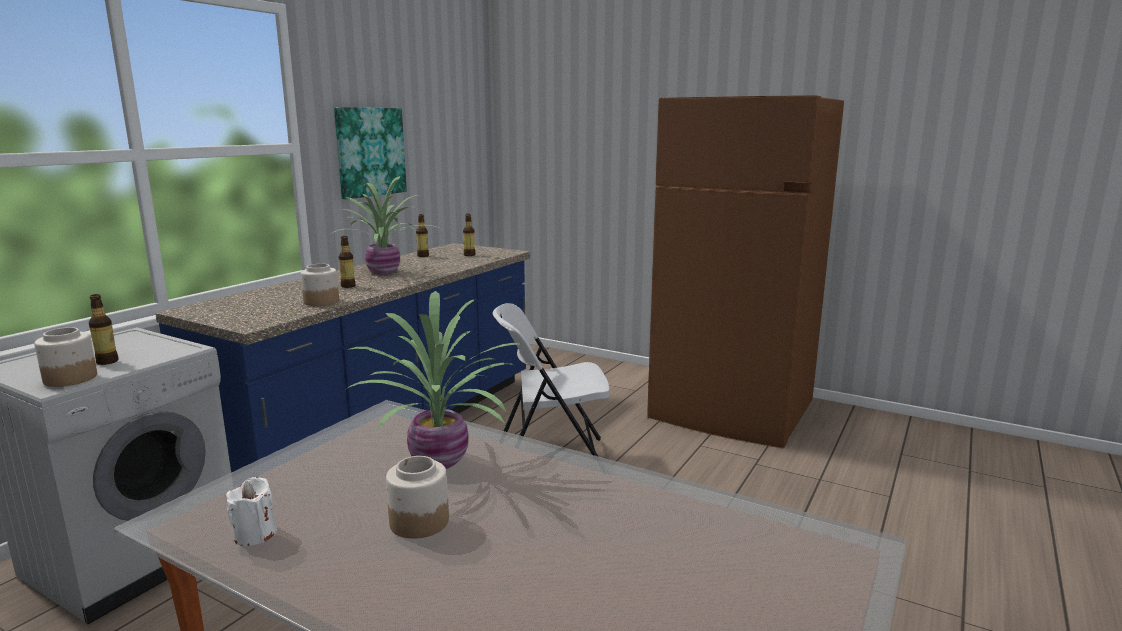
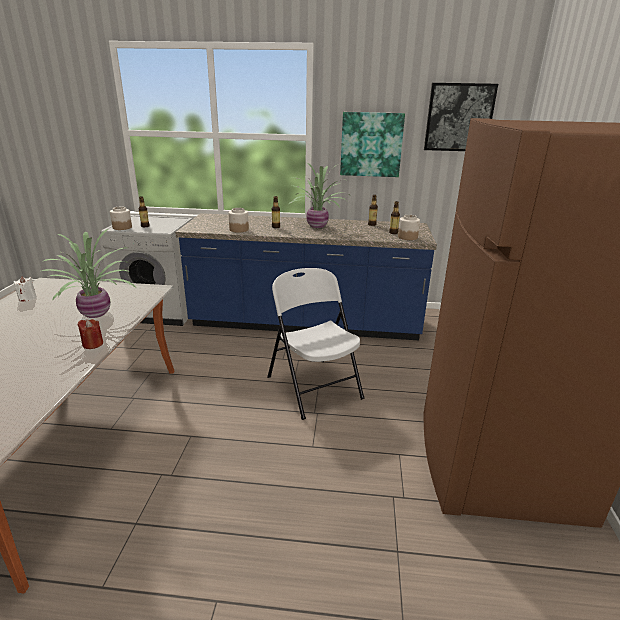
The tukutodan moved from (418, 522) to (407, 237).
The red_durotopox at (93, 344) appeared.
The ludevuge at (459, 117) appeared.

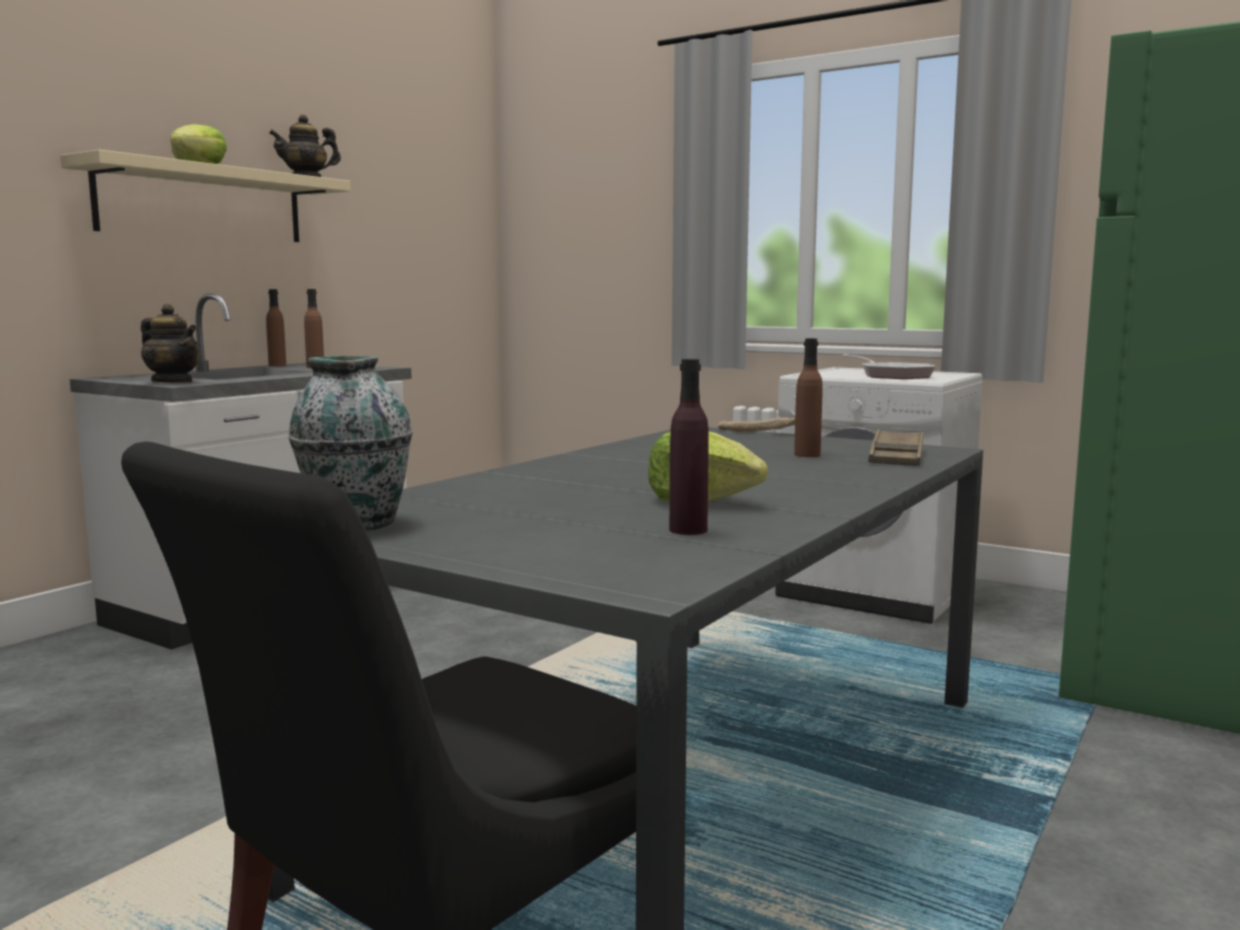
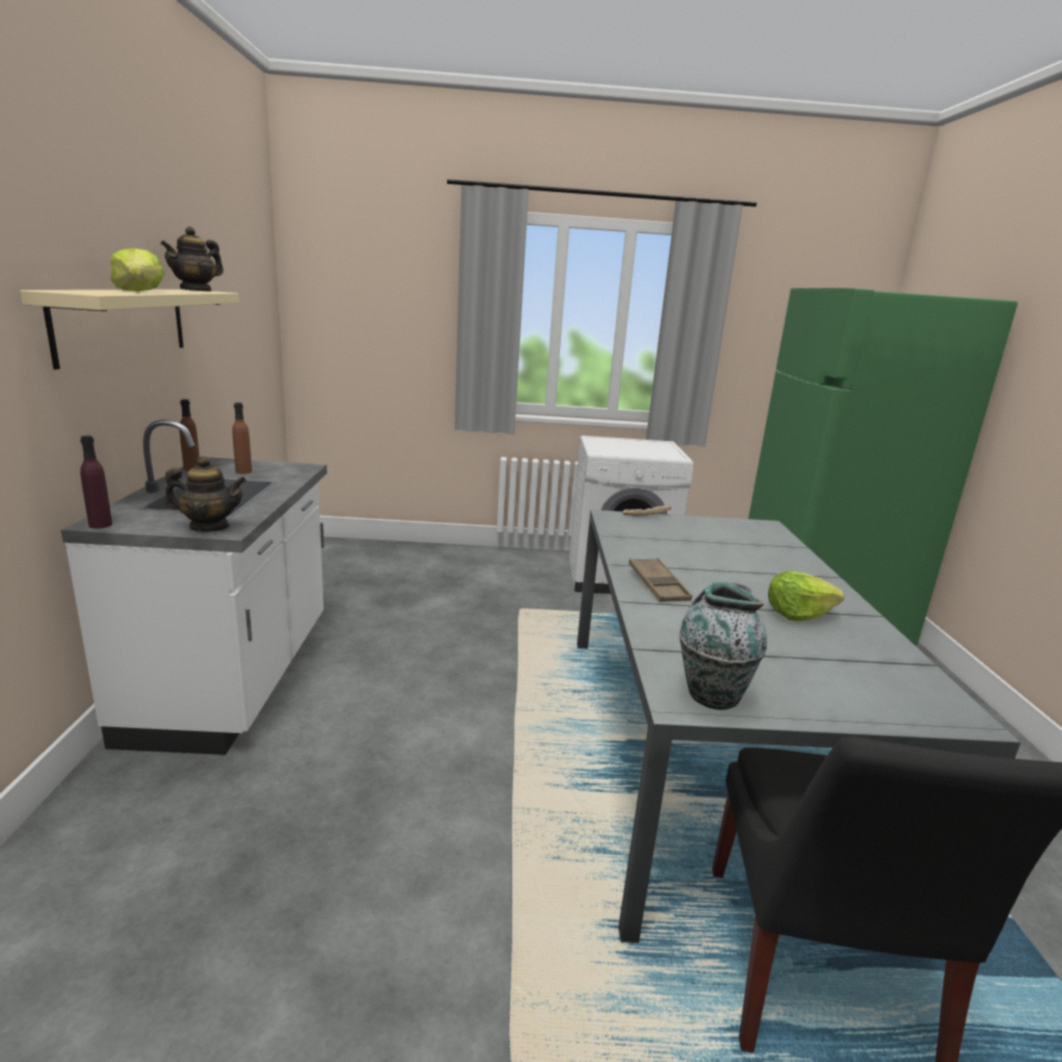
The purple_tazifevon moved from (688, 530) to (100, 525).
The brown_tazifevon at (807, 455) disappeared.
The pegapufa at (892, 376) disappeared.
The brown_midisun moved from (896, 457) to (658, 585).

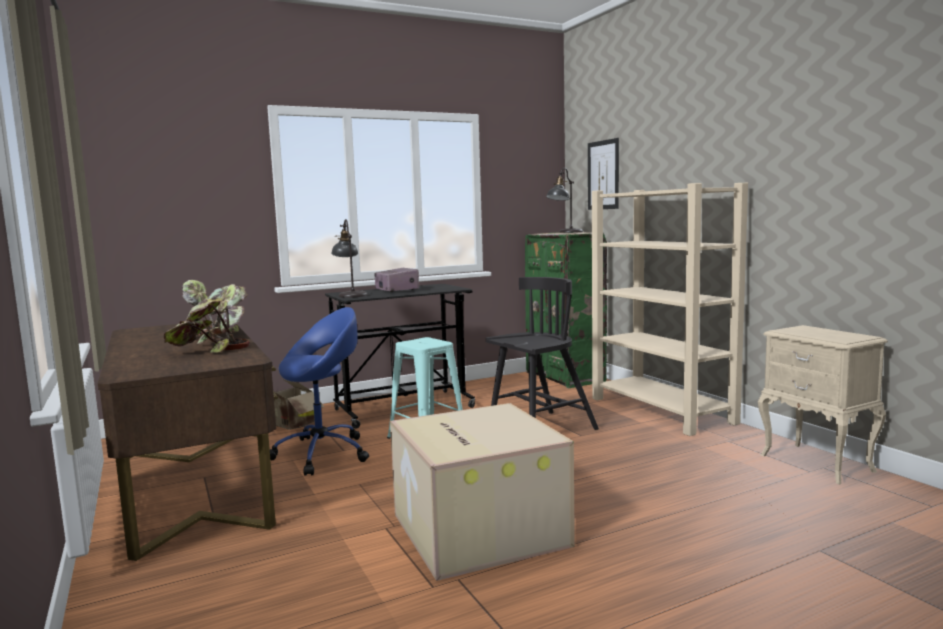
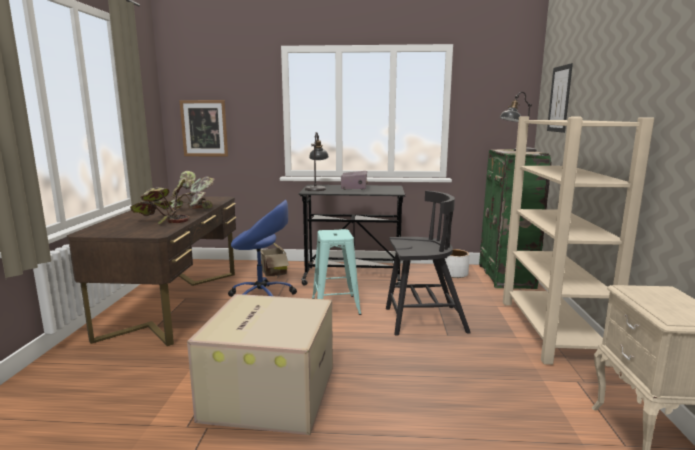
The ludevuge at (204, 128) appeared.
The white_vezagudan at (455, 274) appeared.

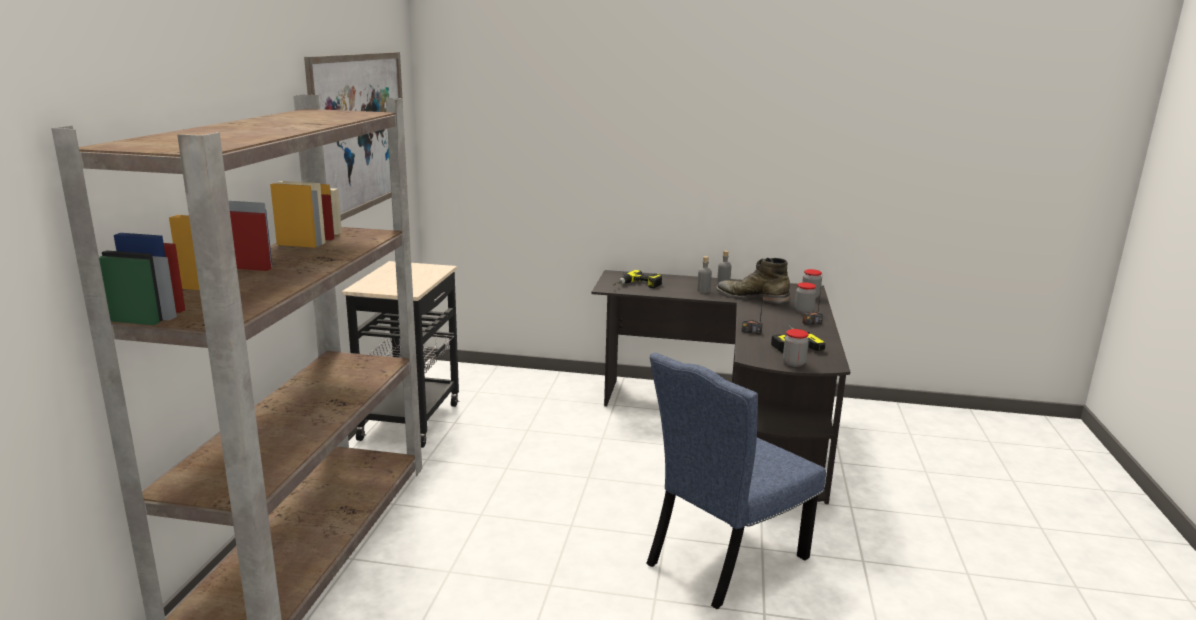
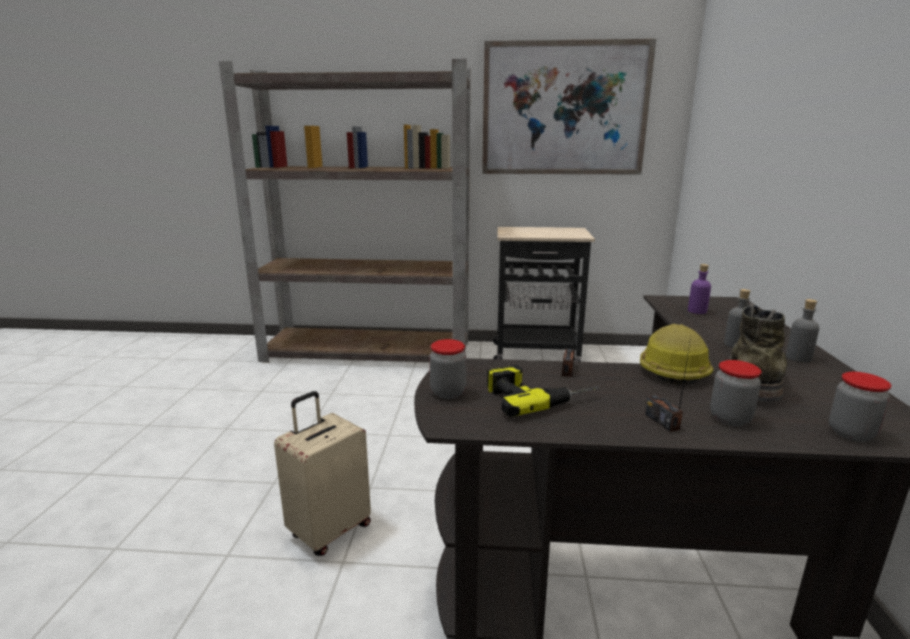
The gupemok at (637, 286) was replaced by the purple_tazifevon at (697, 311).
The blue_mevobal at (726, 557) was replaced by the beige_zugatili at (329, 530).
The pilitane at (672, 369) appeared.

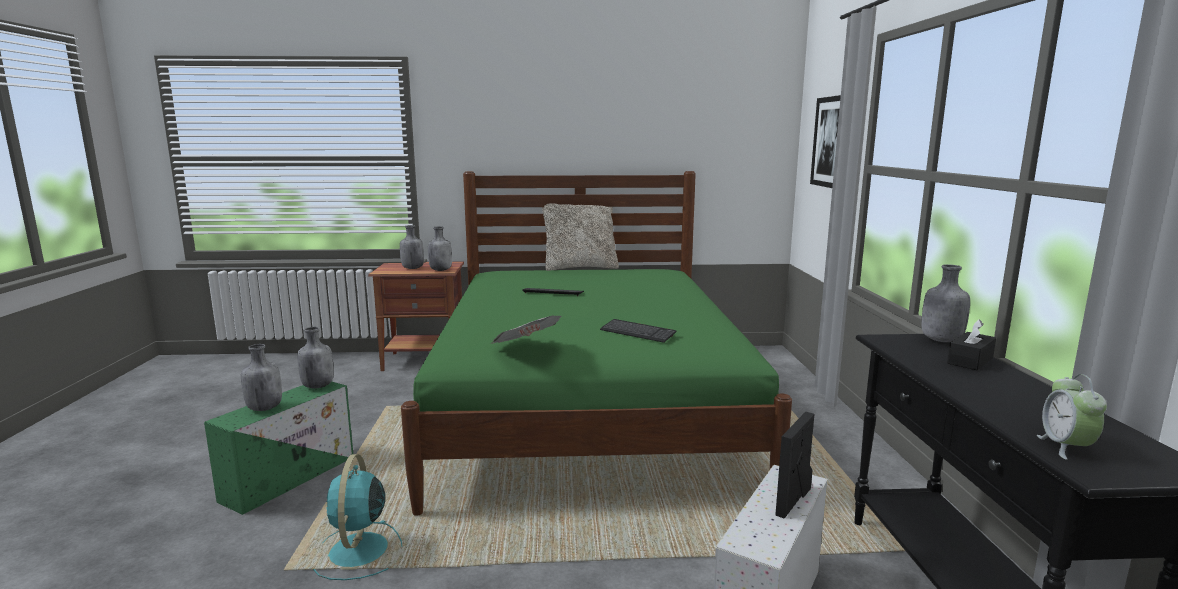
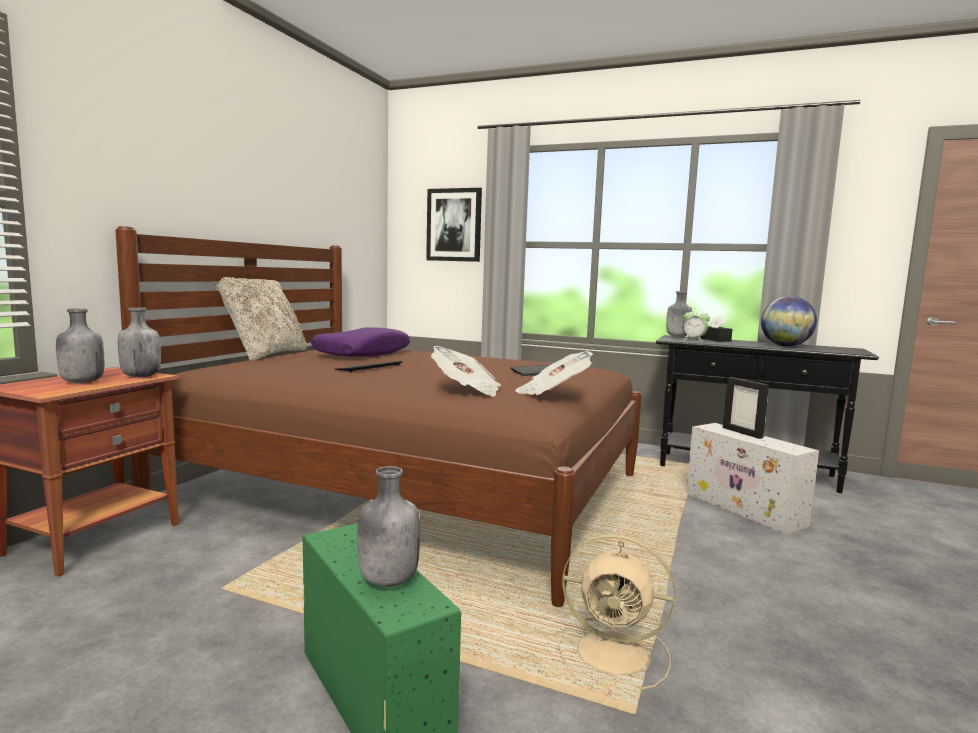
The grey_tazifevon at (318, 386) disappeared.
The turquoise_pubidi at (358, 552) became the beige_pubidi at (616, 654).
The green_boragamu at (587, 409) became the brown_boragamu at (409, 489).
The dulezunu moved from (1066, 447) to (694, 340).
The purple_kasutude at (362, 354) appeared.
The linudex at (466, 390) appeared.
The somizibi at (785, 346) appeared.

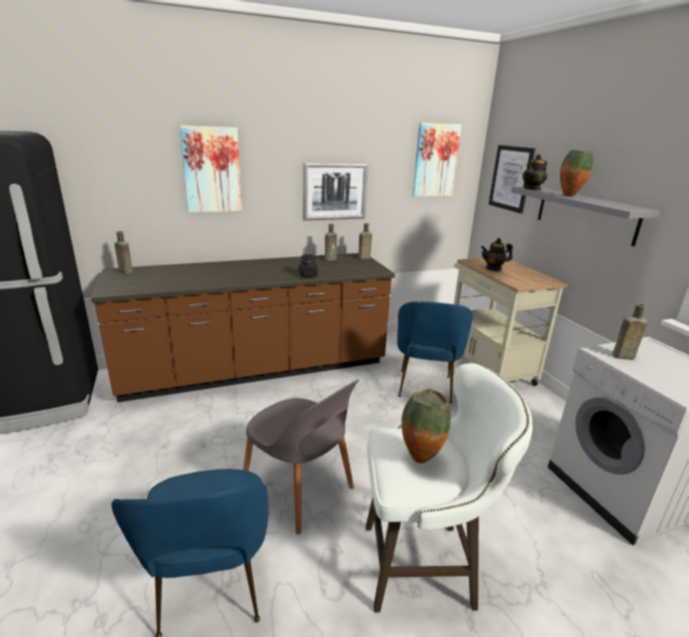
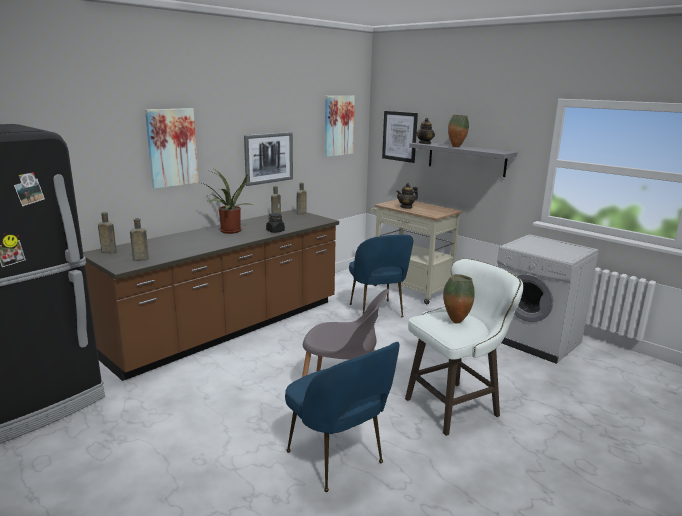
The brown_tazifevon moved from (621, 356) to (139, 259).
The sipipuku at (229, 231) appeared.

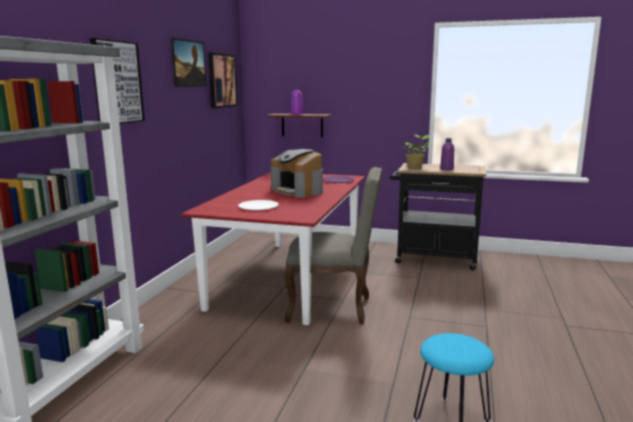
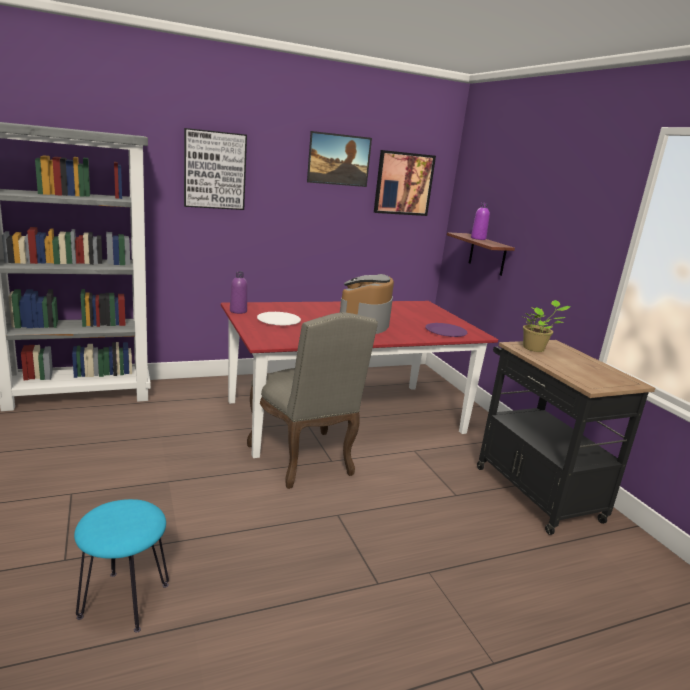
The purple_tazifevon moved from (446, 169) to (238, 311).

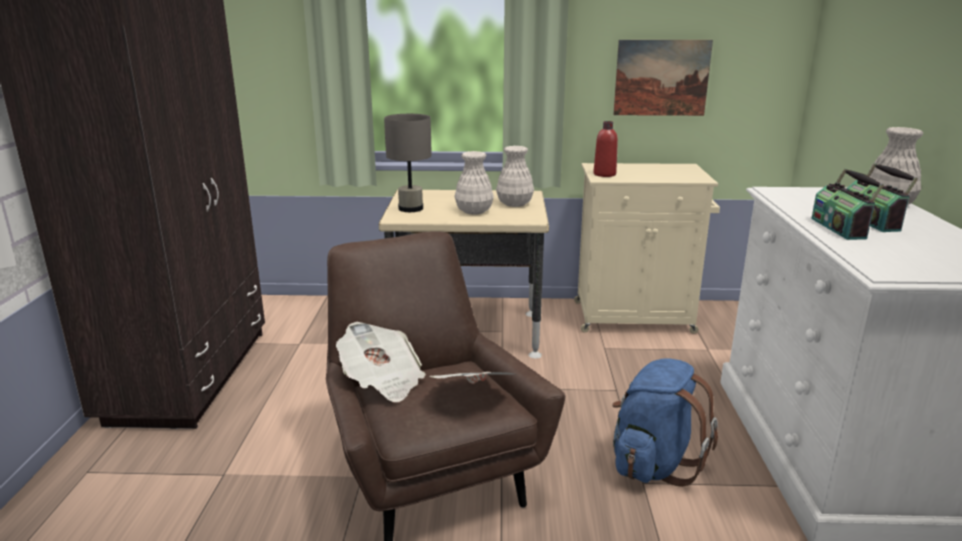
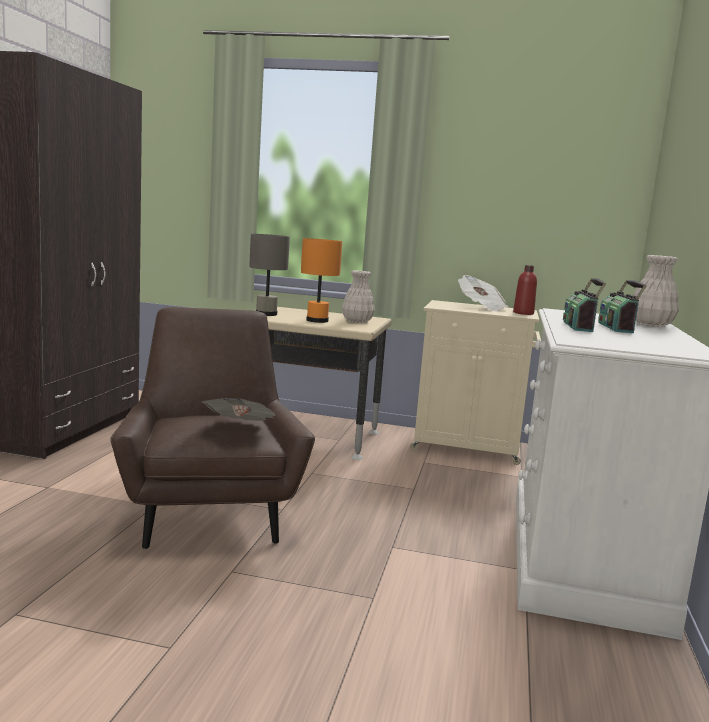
The linudex moved from (382, 381) to (481, 308).
The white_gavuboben at (474, 211) was replaced by the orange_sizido at (317, 320).
The red_tazifevon moved from (604, 174) to (523, 313).
The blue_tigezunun at (653, 463) disappeared.
The ludevuge at (661, 78) disappeared.

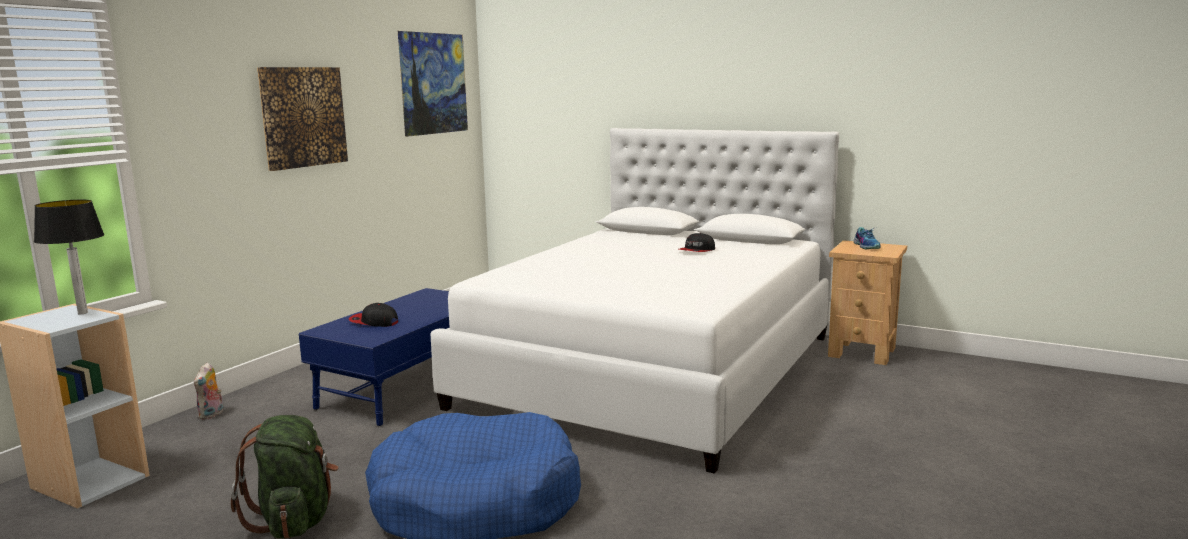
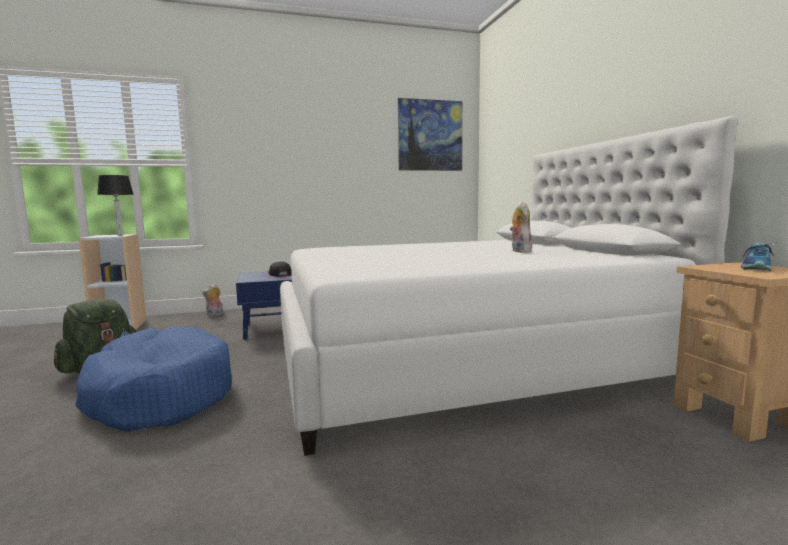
The ludevuge at (303, 117) disappeared.
The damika at (697, 251) was replaced by the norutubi at (519, 251).

